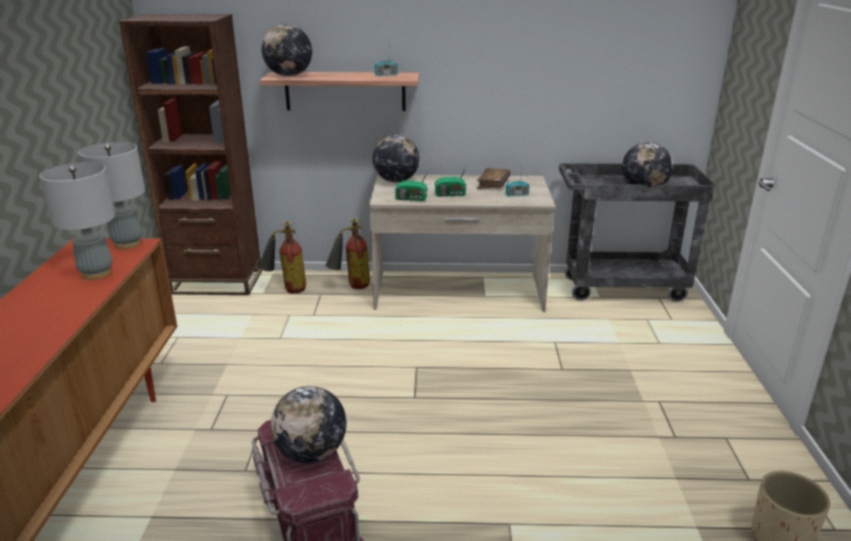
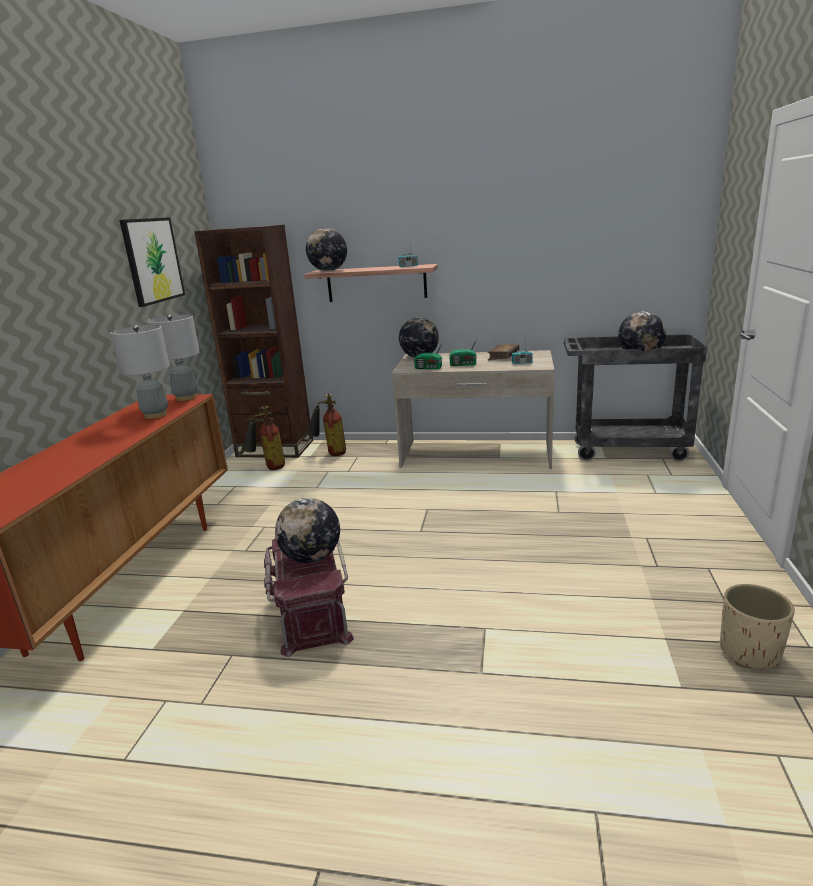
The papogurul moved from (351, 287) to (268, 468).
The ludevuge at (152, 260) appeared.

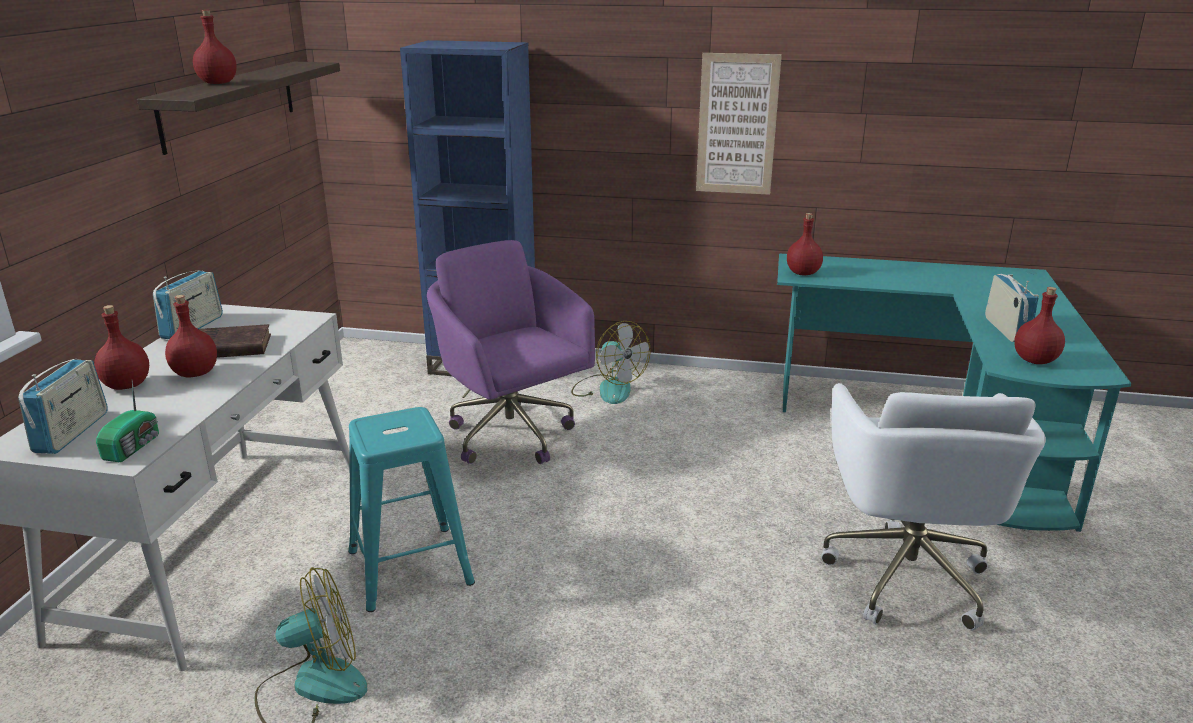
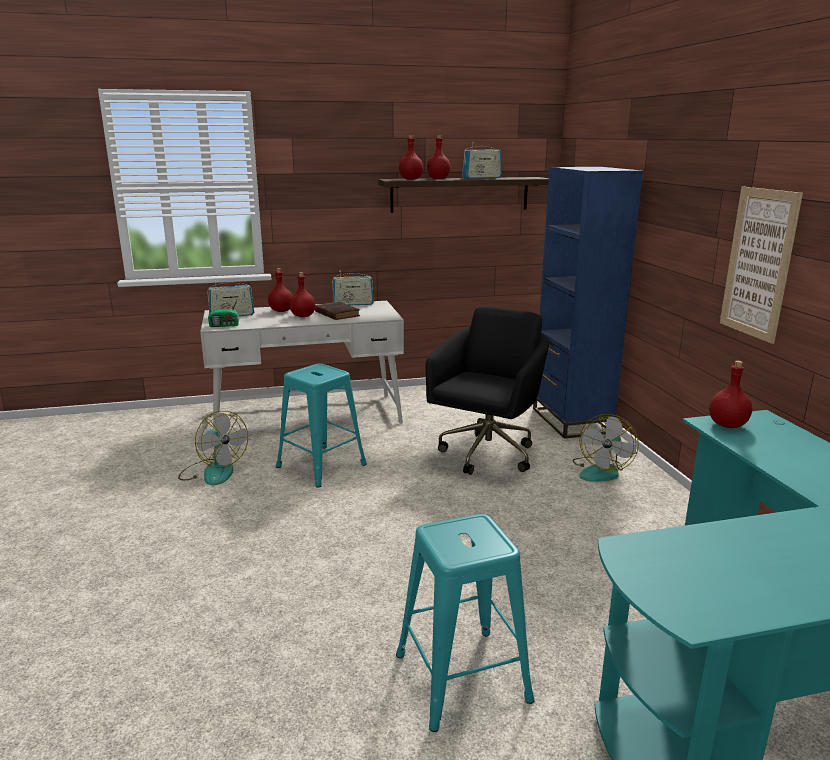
The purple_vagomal at (514, 439) became the black_vagomal at (486, 457).
The white_vagomal at (904, 575) was replaced by the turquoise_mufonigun at (461, 677).
The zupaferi moved from (1006, 329) to (481, 178).
The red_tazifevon moved from (1036, 360) to (411, 179).

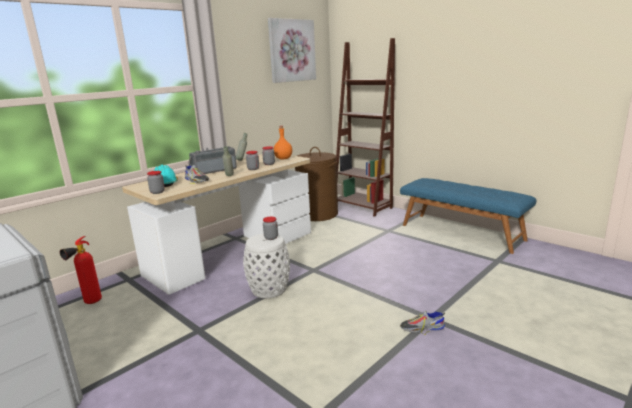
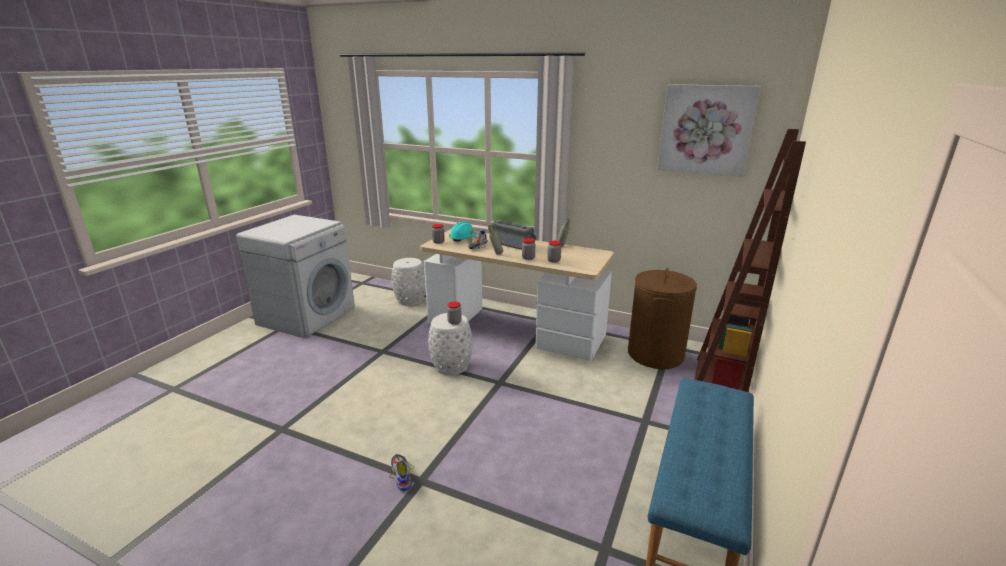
The papogurul at (89, 303) was replaced by the white_mufonigun at (410, 300).
The orange_tazifevon at (283, 158) disappeared.

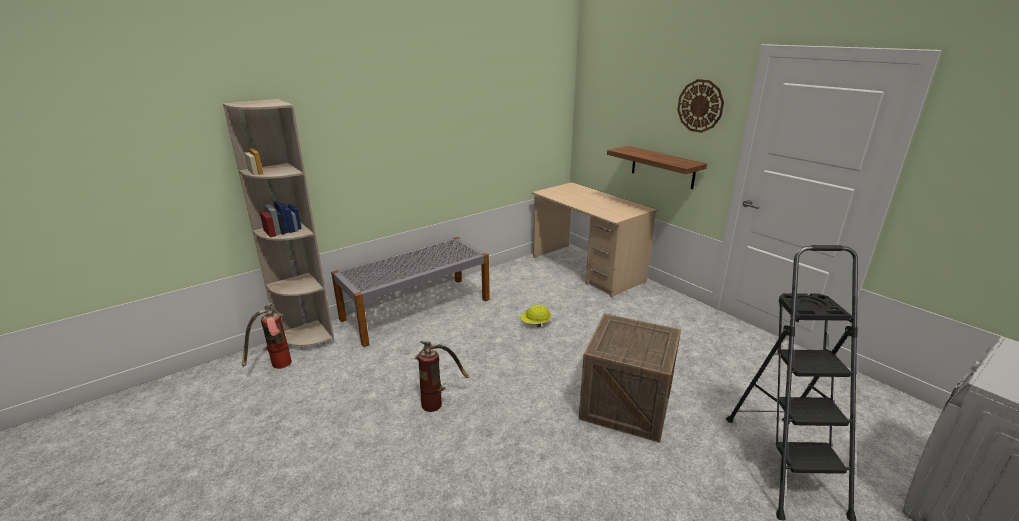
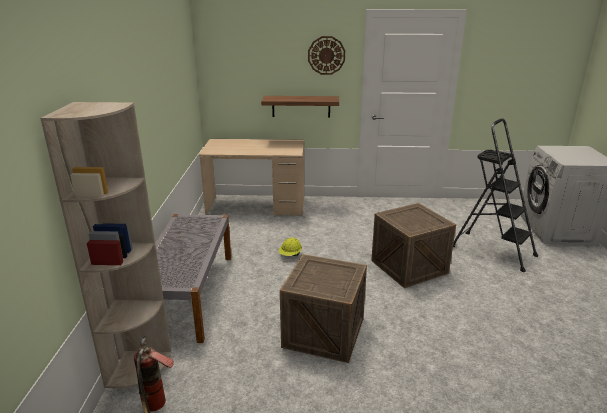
The papogurul at (438, 400) was replaced by the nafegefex at (323, 333).

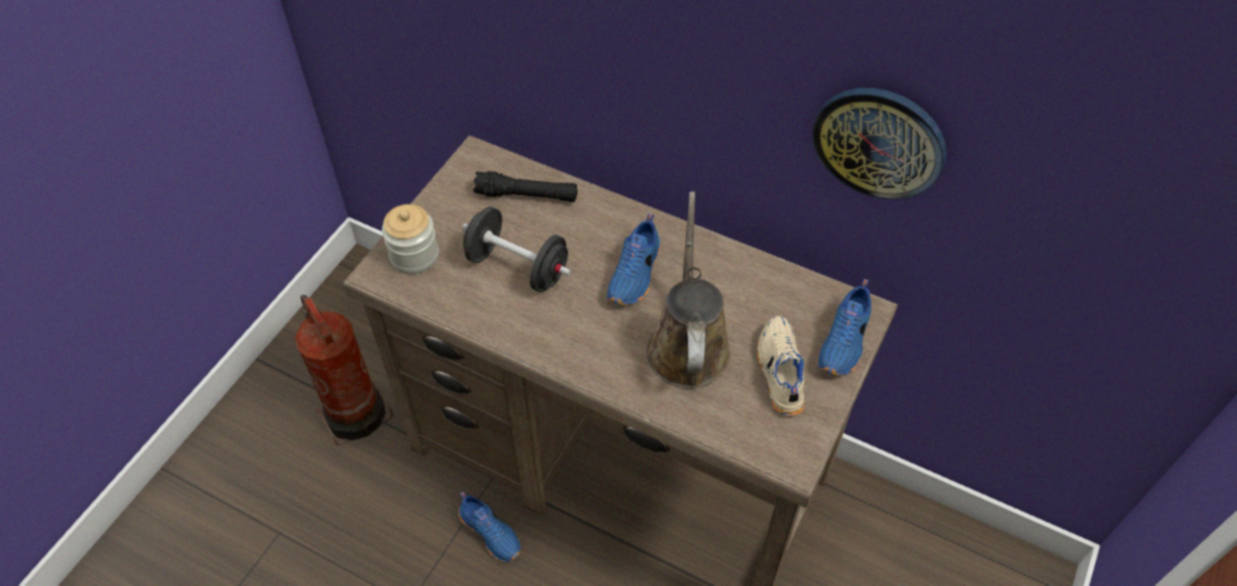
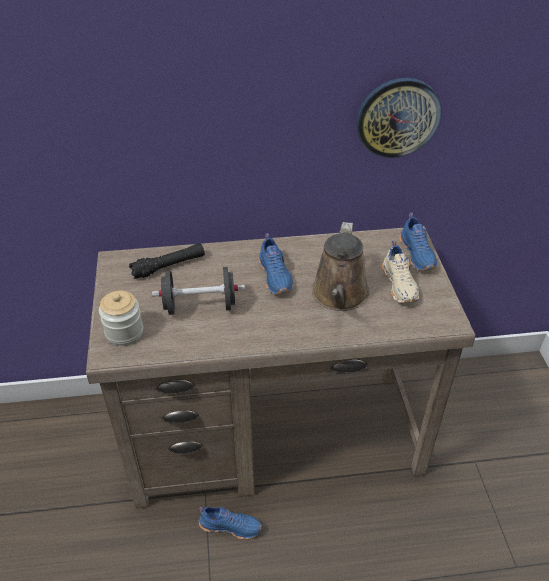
The papogurul at (355, 411) disappeared.
The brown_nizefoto at (688, 344) turned 135 degrees counterclockwise.
The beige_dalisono at (779, 372) turned 150 degrees counterclockwise.

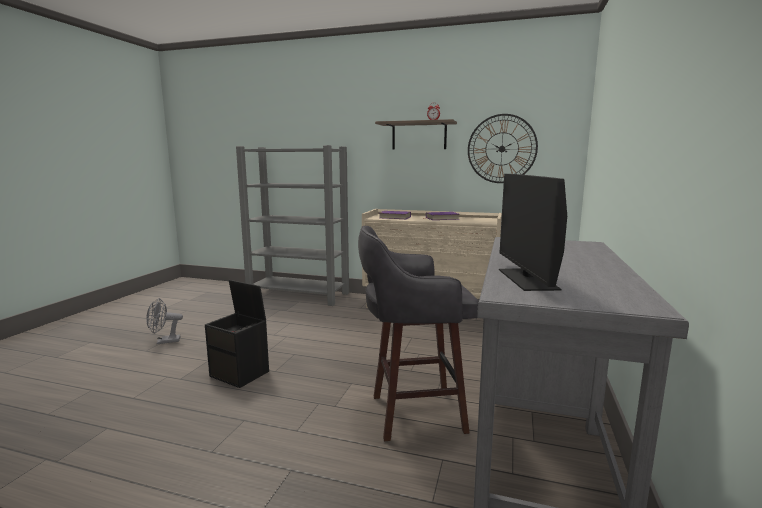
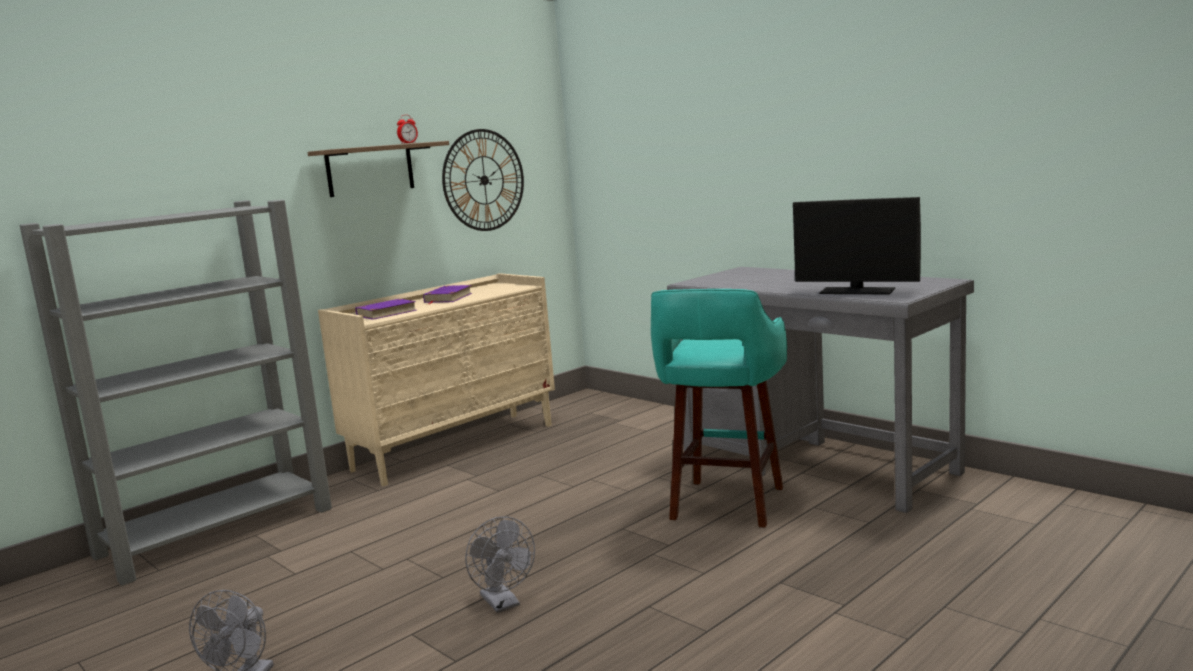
The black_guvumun at (241, 374) was replaced by the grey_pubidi at (503, 604).
The grey_mufonigun at (412, 414) became the turquoise_mufonigun at (725, 506).

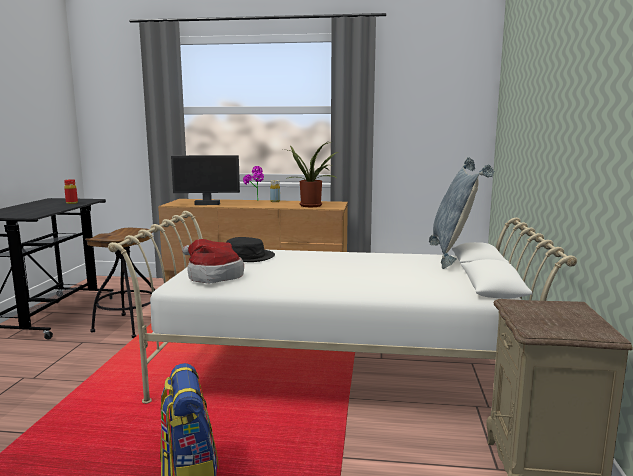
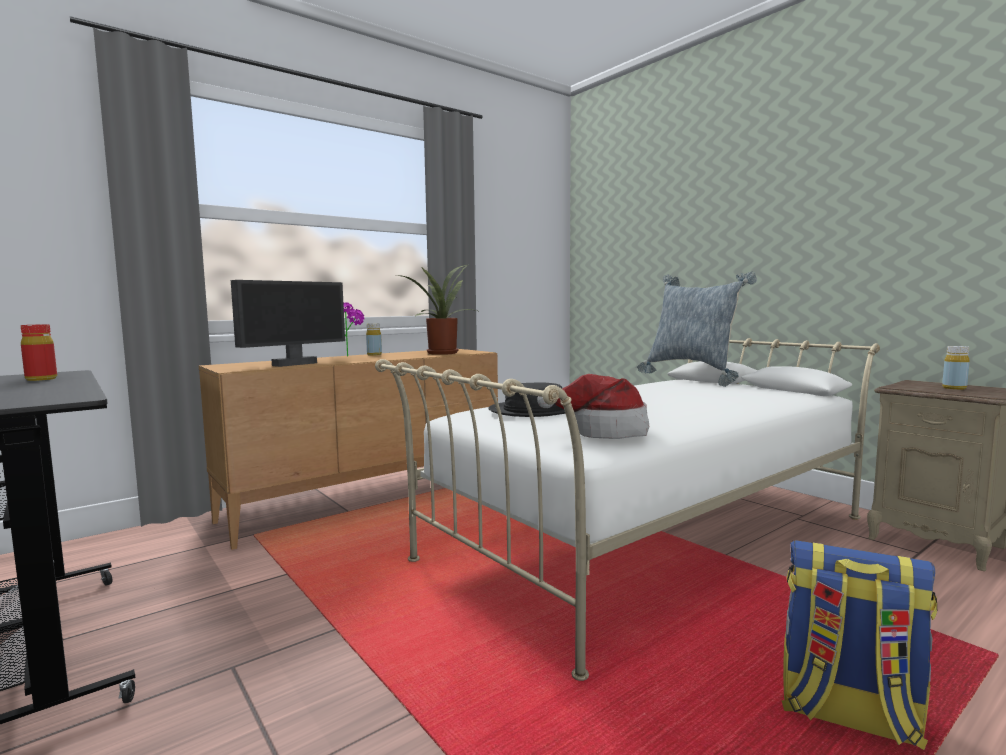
The brown_mufonigun at (128, 325) disappeared.
The yellow_tazifevon at (954, 388) appeared.

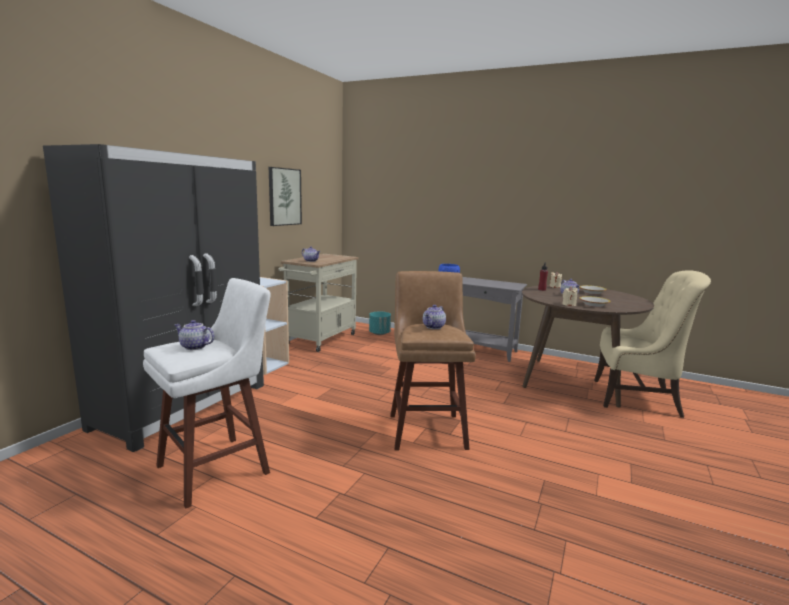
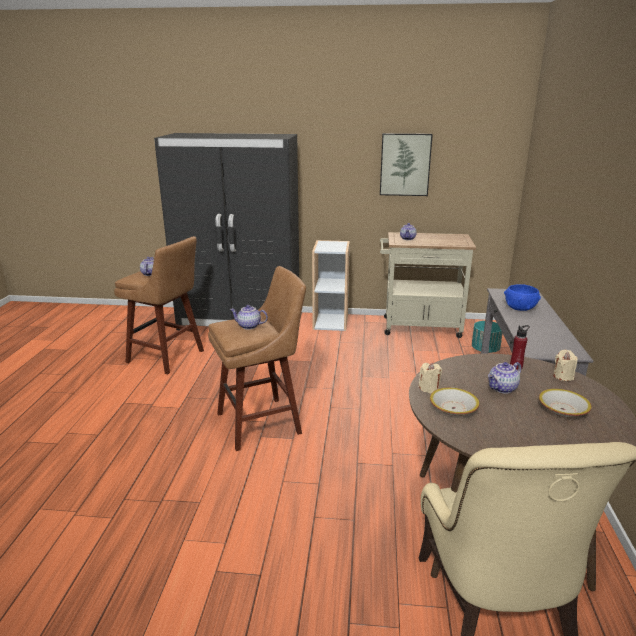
The white_mufonigun at (217, 468) became the brown_mufonigun at (168, 357).

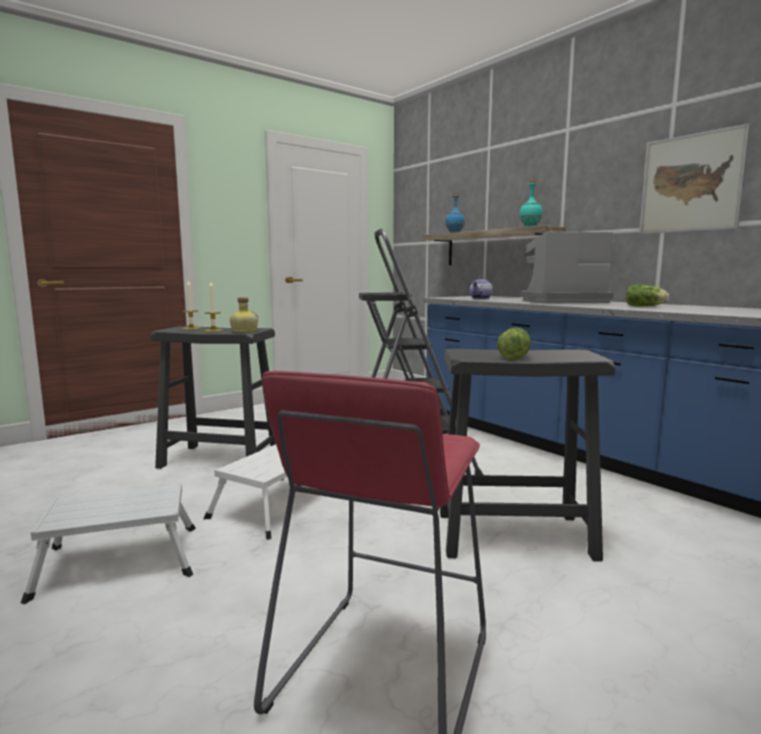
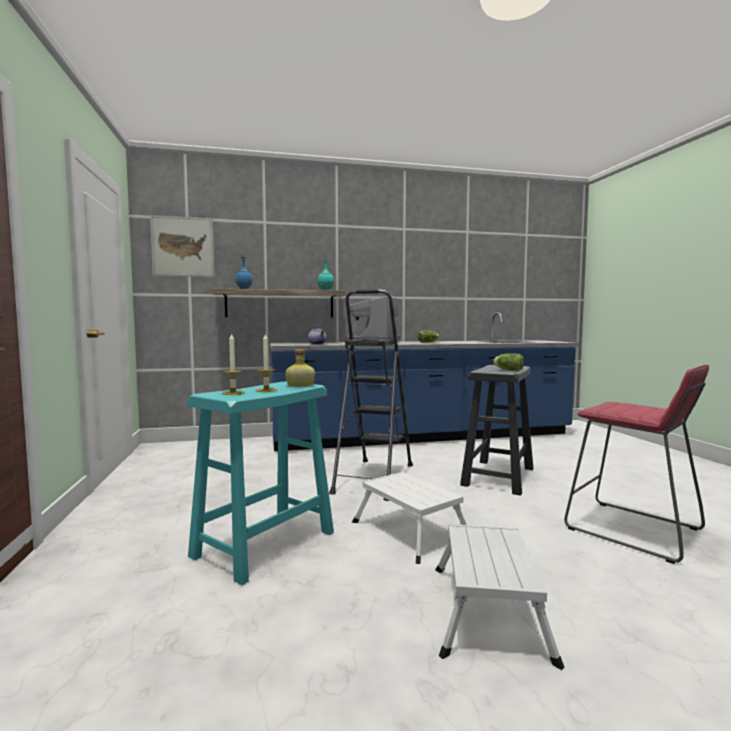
The black_mufonigun at (220, 460) became the turquoise_mufonigun at (264, 544).
The ludevuge moved from (691, 183) to (183, 247).

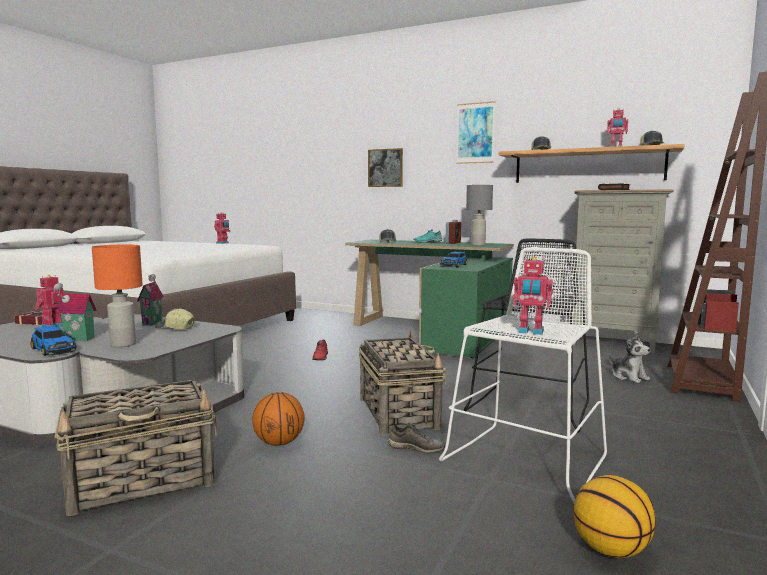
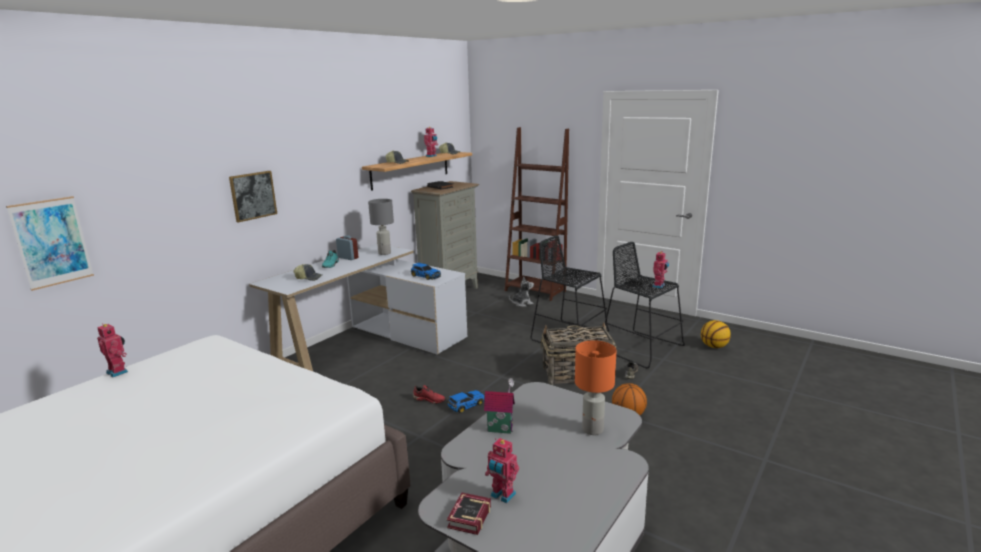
The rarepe moved from (54, 349) to (465, 405).
The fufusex at (77, 339) disappeared.
The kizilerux at (144, 481) disappeared.
The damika at (174, 328) disappeared.
The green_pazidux at (435, 332) became the white_pazidux at (370, 342).
The white_mufonigun at (526, 461) became the black_mufonigun at (642, 348).
The ludevuge moved from (475, 133) to (52, 242).

